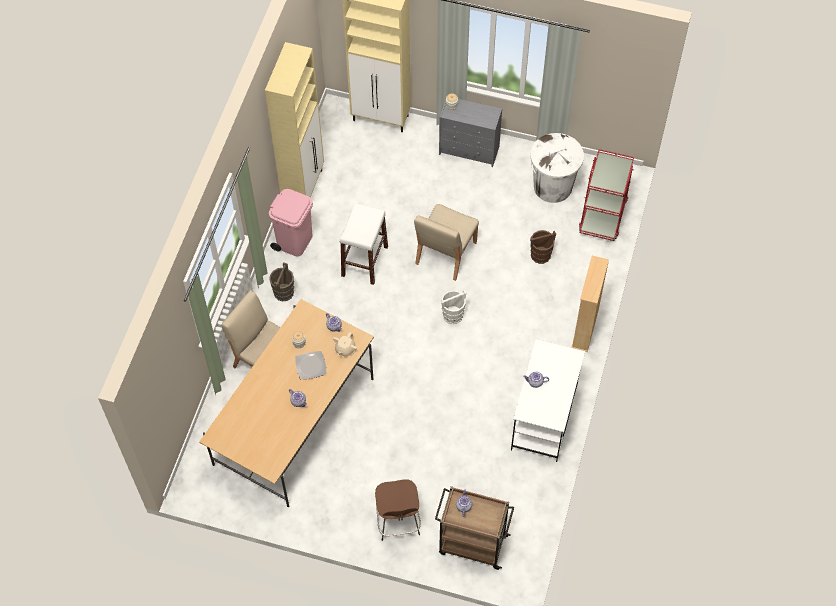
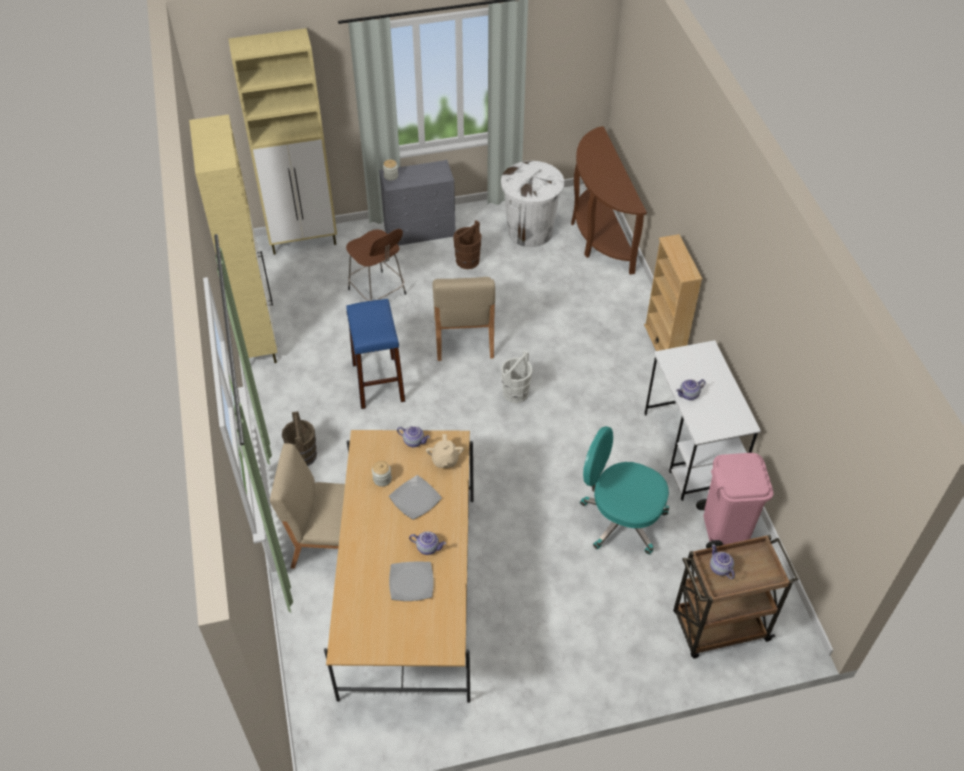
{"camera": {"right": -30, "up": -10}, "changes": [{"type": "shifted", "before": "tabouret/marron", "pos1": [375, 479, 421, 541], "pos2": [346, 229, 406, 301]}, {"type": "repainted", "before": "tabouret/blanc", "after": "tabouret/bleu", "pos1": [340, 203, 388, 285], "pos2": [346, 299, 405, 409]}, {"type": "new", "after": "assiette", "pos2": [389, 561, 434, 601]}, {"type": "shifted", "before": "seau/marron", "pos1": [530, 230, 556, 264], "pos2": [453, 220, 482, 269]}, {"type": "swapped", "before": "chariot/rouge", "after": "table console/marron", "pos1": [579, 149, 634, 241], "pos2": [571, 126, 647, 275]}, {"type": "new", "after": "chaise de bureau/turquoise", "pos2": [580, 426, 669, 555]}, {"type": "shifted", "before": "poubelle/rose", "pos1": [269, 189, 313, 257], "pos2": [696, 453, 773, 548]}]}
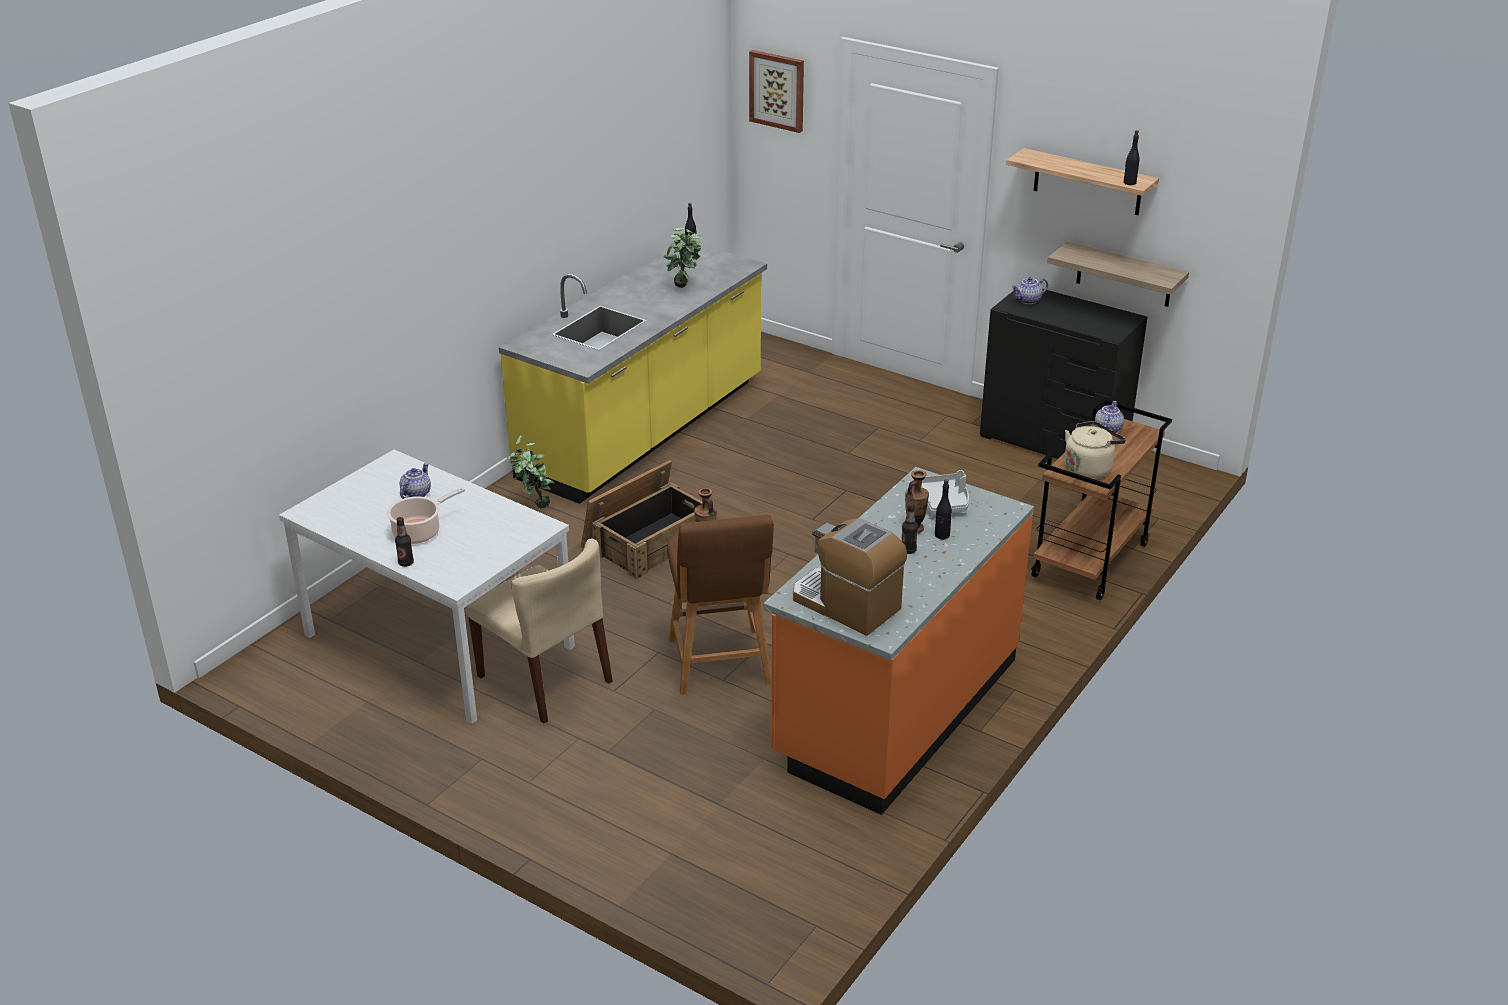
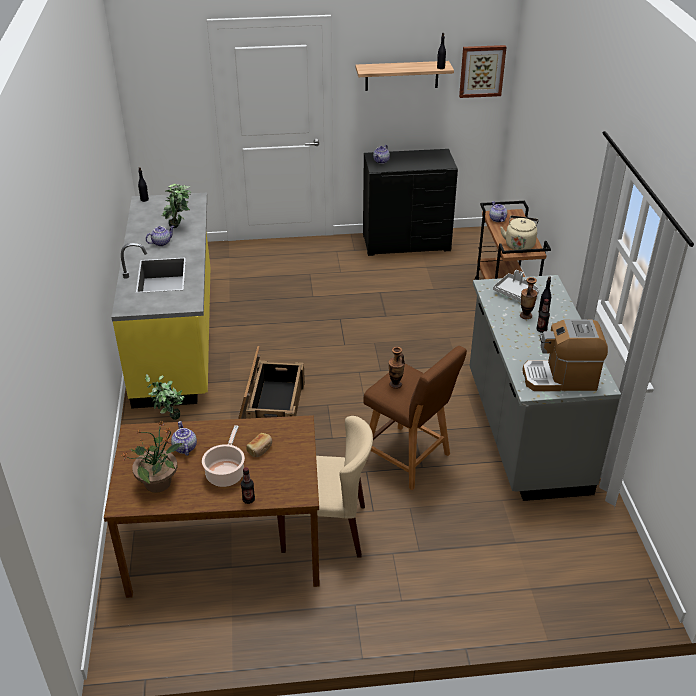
{"camera": {"right": -40, "up": 5}, "changes": [{"type": "repainted", "before": "table à manger/blanc", "after": "table à manger/marron", "pos1": [279, 450, 575, 724], "pos2": [104, 415, 320, 598]}, {"type": "new", "after": "plante en pot", "pos2": [122, 421, 183, 493]}, {"type": "new", "after": "théière", "pos2": [146, 226, 174, 246]}, {"type": "new", "after": "pain", "pos2": [247, 433, 272, 457]}, {"type": "shifted", "before": "tableau", "pos1": [749, 50, 804, 133], "pos2": [459, 45, 507, 98]}, {"type": "repainted", "before": "comptoir de cuisine/orange", "after": "comptoir de cuisine/gris", "pos1": [763, 467, 1034, 815], "pos2": [470, 275, 621, 501]}, {"type": "gone", "before": "étagère", "pos1": [1047, 242, 1189, 307]}]}
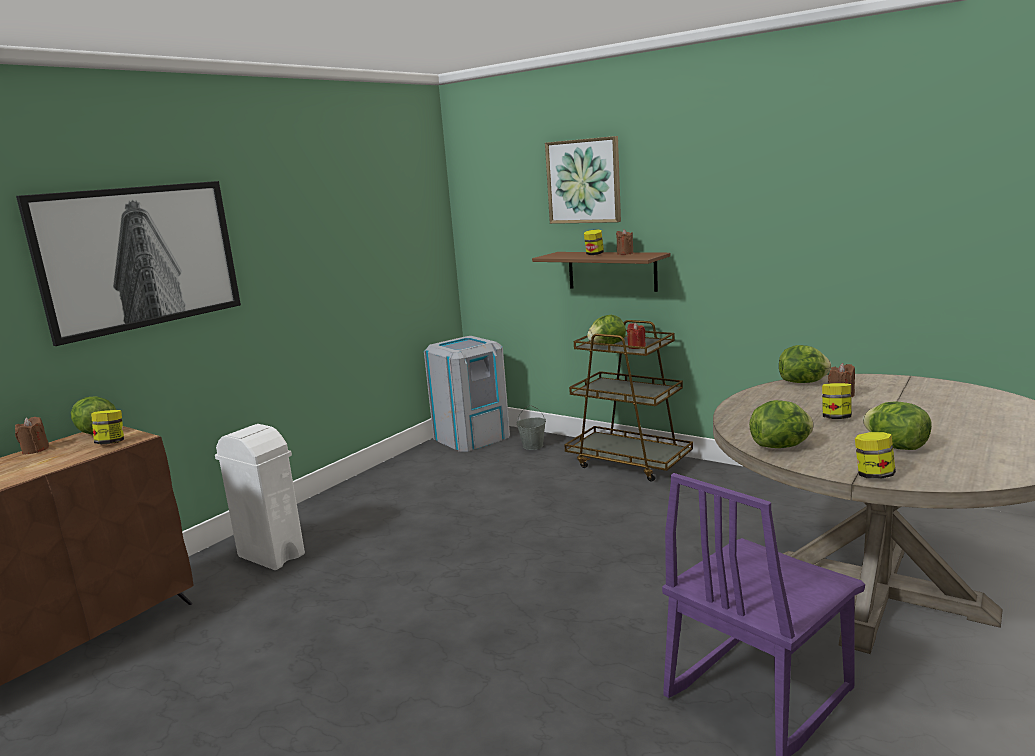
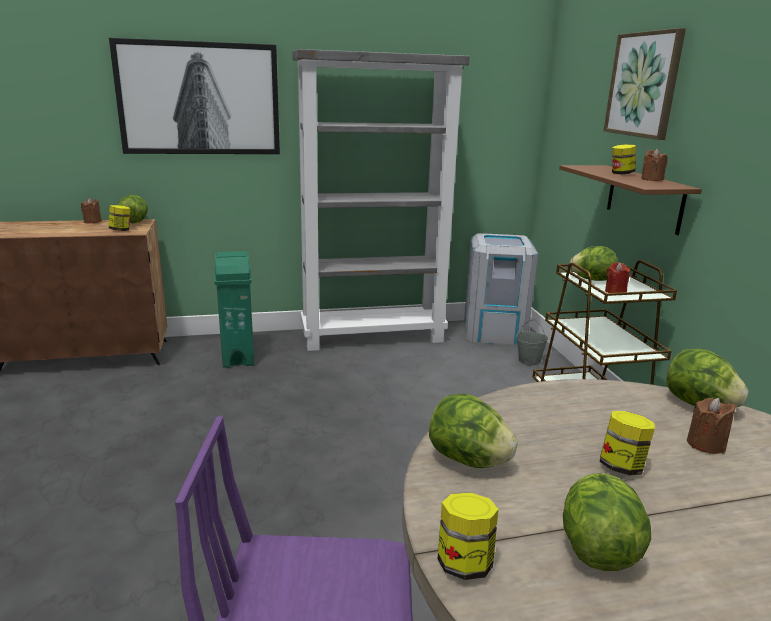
{"camera": {"right": 40, "up": 5}, "changes": [{"type": "repainted", "before": "poubelle/blanc", "after": "poubelle/vert", "pos1": [215, 424, 305, 570], "pos2": [215, 251, 254, 368]}, {"type": "new", "after": "bibliothèque/gris", "pos2": [292, 49, 470, 351]}]}
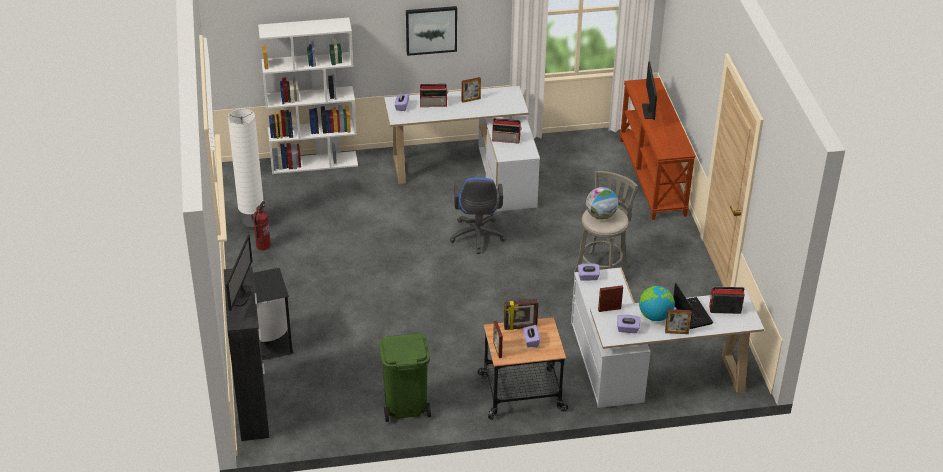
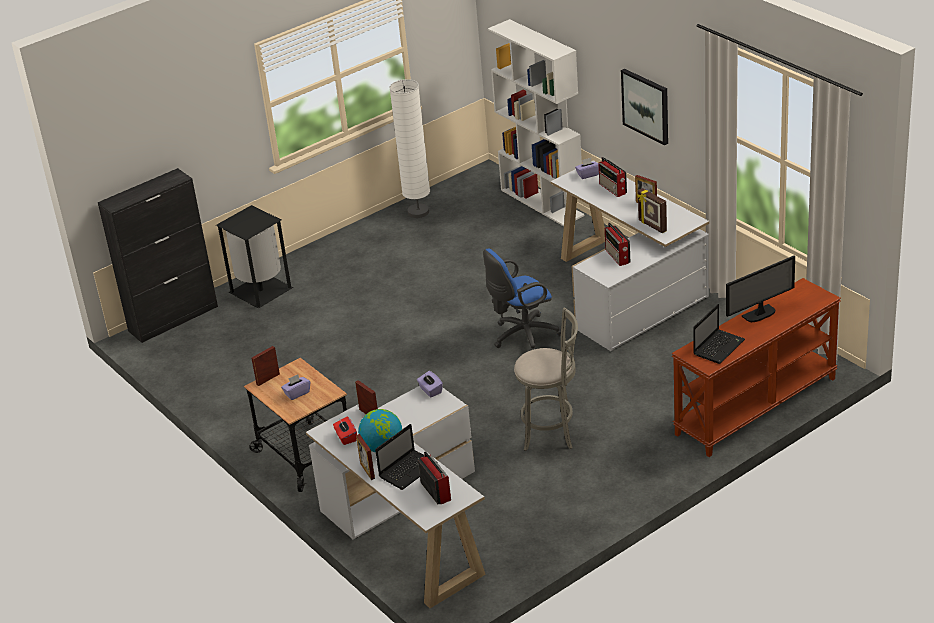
{"camera": {"right": 65, "up": -5}, "changes": [{"type": "repainted", "before": "boîte à mouchoirs/violet", "after": "boîte à mouchoirs/rouge", "pos1": [617, 315, 640, 333], "pos2": [333, 417, 357, 445]}, {"type": "shifted", "before": "cadre photo", "pos1": [504, 299, 538, 330], "pos2": [637, 188, 667, 233]}, {"type": "new", "after": "ordinateur portable", "pos2": [693, 304, 745, 364]}, {"type": "gone", "before": "écran d'ordinateur", "pos1": [226, 235, 252, 311]}, {"type": "gone", "before": "extincteur", "pos1": [253, 201, 271, 250]}, {"type": "gone", "before": "poubelle/vert", "pos1": [379, 333, 431, 422]}, {"type": "gone", "before": "globe", "pos1": [586, 187, 618, 220]}]}
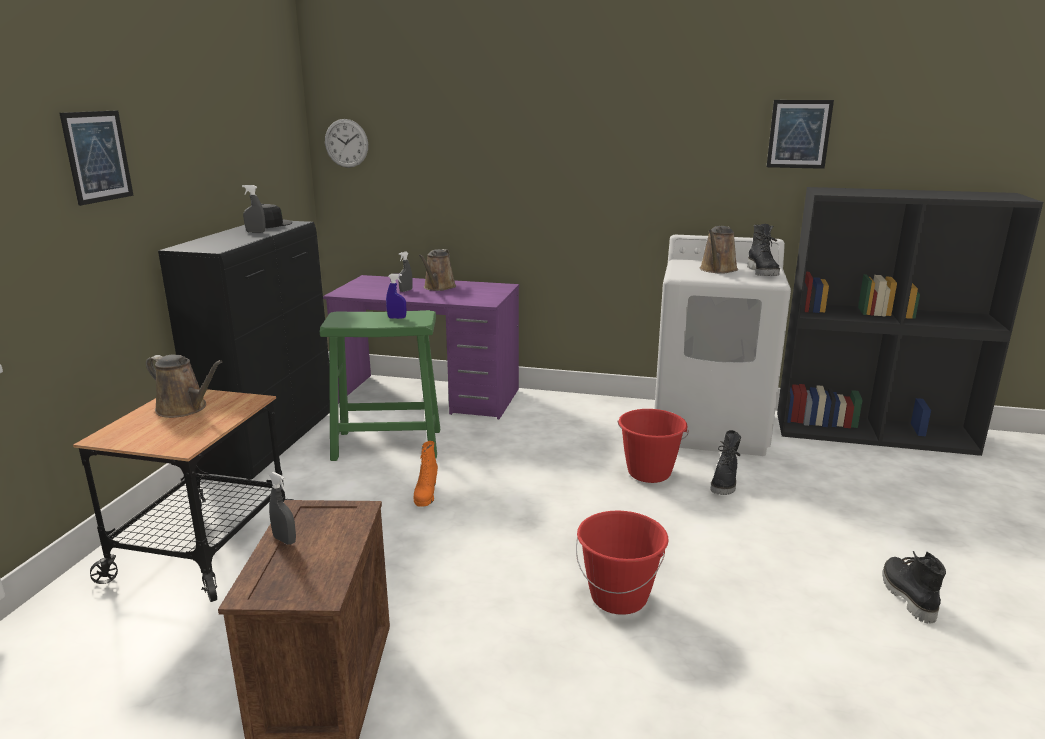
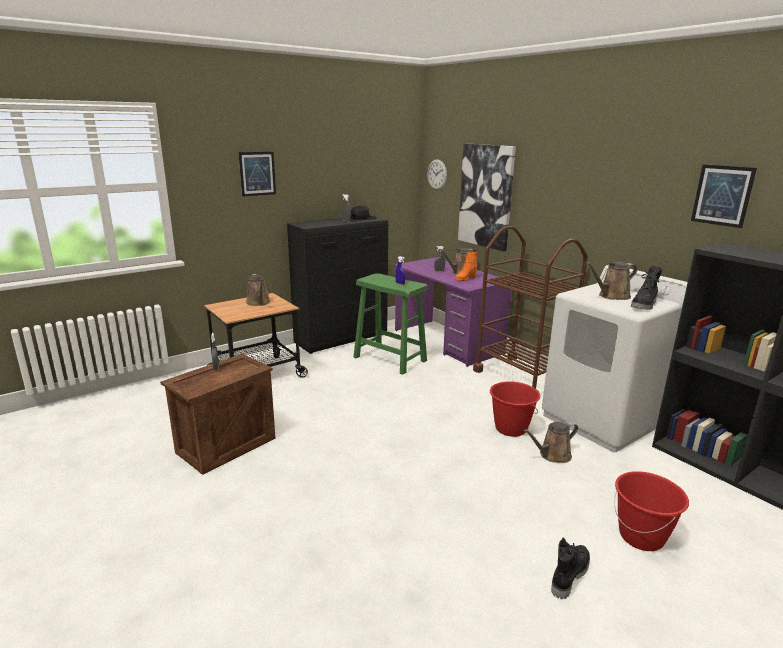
{"camera": {"right": 40, "up": 0}, "changes": [{"type": "shifted", "before": "botte/orange", "pos1": [413, 441, 438, 507], "pos2": [455, 252, 477, 281]}, {"type": "new", "after": "tableau", "pos2": [458, 144, 516, 251]}, {"type": "new", "after": "chariot/marron", "pos2": [473, 226, 588, 392]}, {"type": "swapped", "before": "botte/noir", "after": "arrosoir/marron", "pos1": [710, 430, 741, 495], "pos2": [523, 422, 578, 463]}, {"type": "shifted", "before": "seau/rouge", "pos1": [576, 511, 669, 615], "pos2": [614, 471, 689, 551]}]}
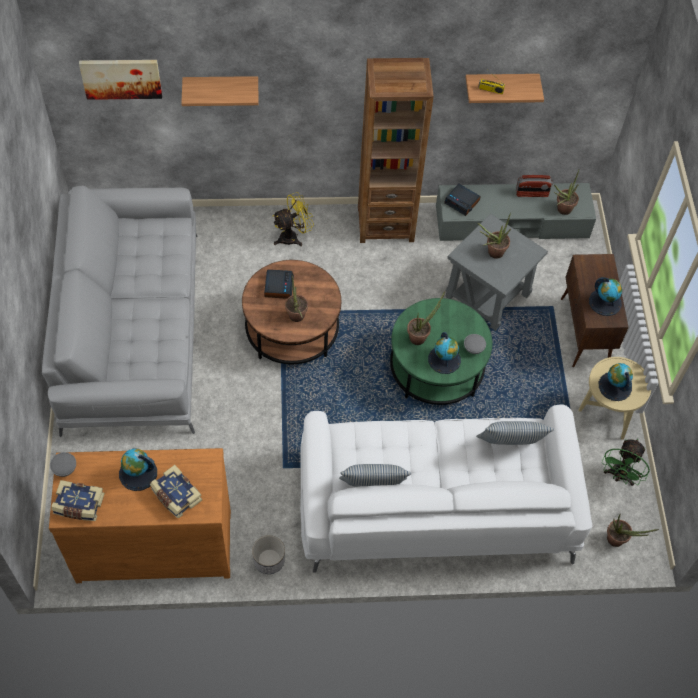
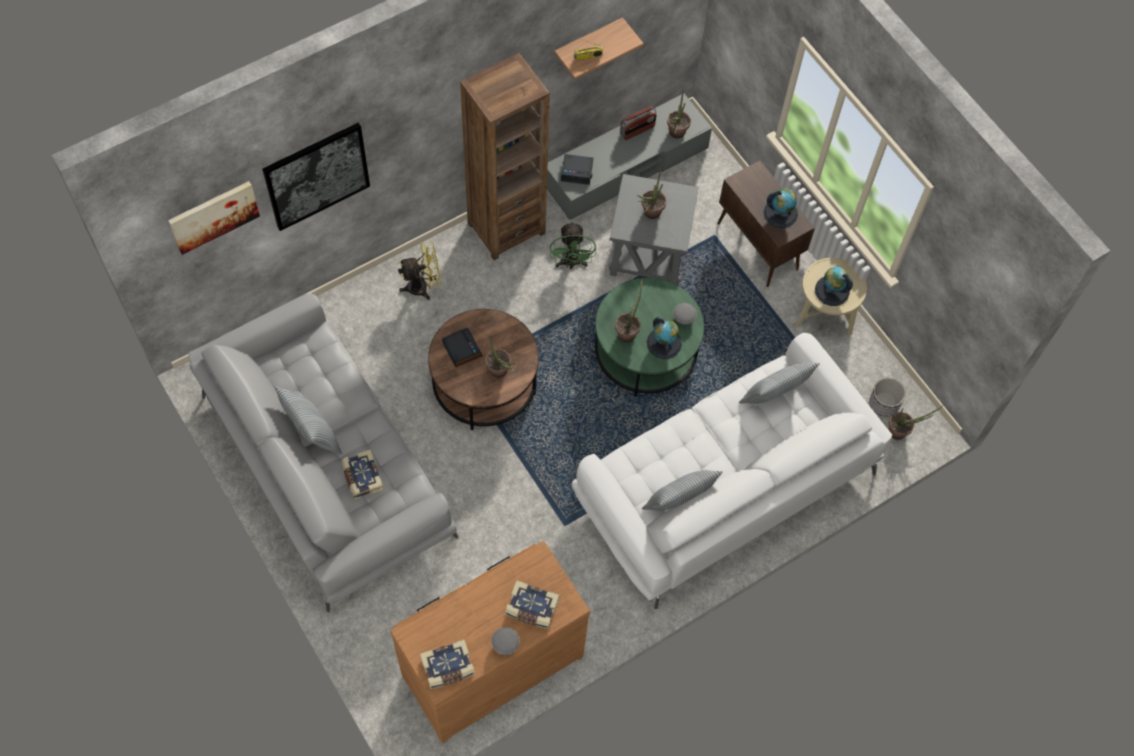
{"camera": {"right": -30, "up": 5}, "changes": [{"type": "swapped", "before": "étagère", "after": "tableau", "pos1": [181, 76, 258, 106], "pos2": [262, 123, 370, 231]}, {"type": "new", "after": "coussin", "pos2": [275, 386, 342, 455]}, {"type": "new", "after": "livre", "pos2": [342, 449, 384, 500]}, {"type": "rotated", "before": "ventilateur/jaune", "pos1": [273, 192, 314, 246], "pos2": [398, 242, 441, 300], "turn": 45}, {"type": "shifted", "before": "bol/gris", "pos1": [50, 452, 76, 477], "pos2": [491, 627, 520, 655]}, {"type": "shifted", "before": "ventilateur/vert", "pos1": [602, 439, 650, 486], "pos2": [550, 221, 596, 269]}, {"type": "shifted", "before": "cache-pot", "pos1": [252, 535, 285, 574], "pos2": [869, 378, 906, 417]}, {"type": "gone", "before": "globe", "pos1": [119, 449, 157, 491]}]}
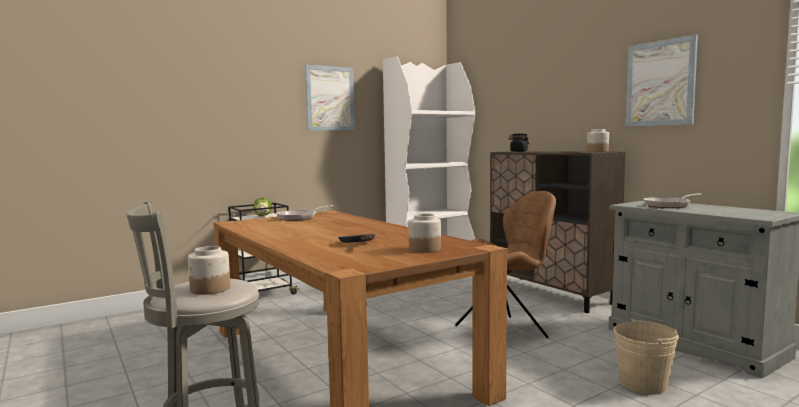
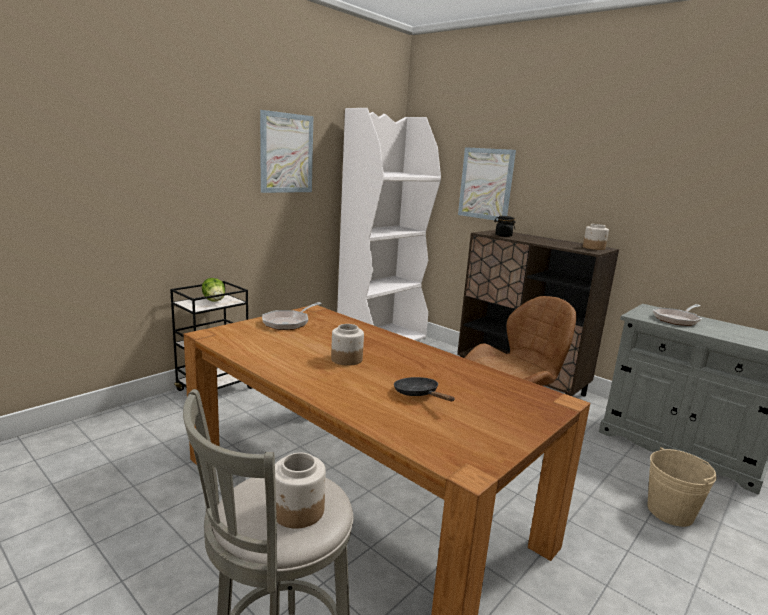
{"camera": {"right": -15, "up": 10}, "changes": [{"type": "shifted", "before": "bocal", "pos1": [409, 214, 441, 253], "pos2": [331, 324, 364, 366]}, {"type": "shifted", "before": "tableau", "pos1": [626, 35, 698, 127], "pos2": [458, 147, 516, 221]}]}
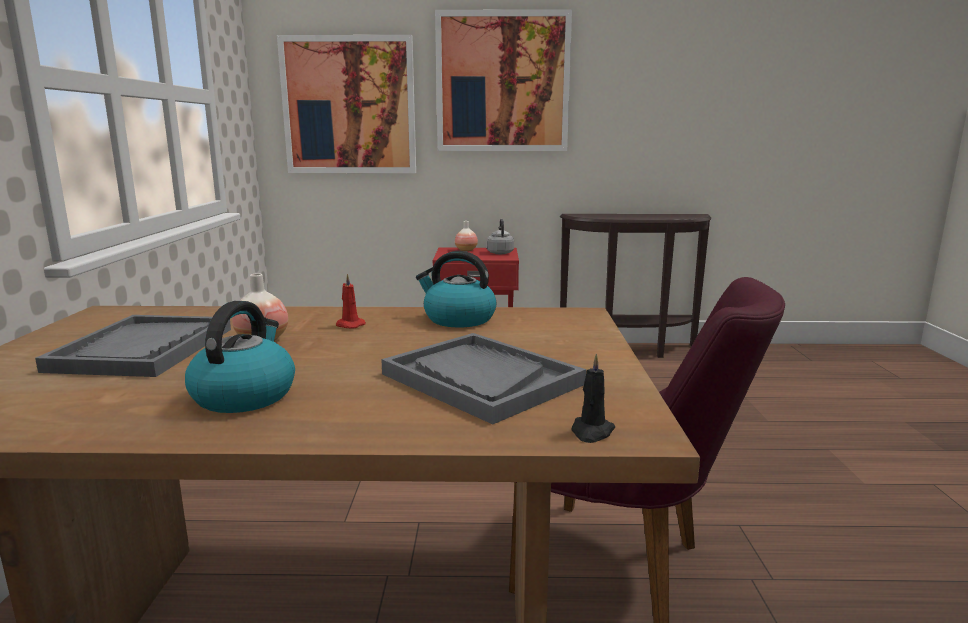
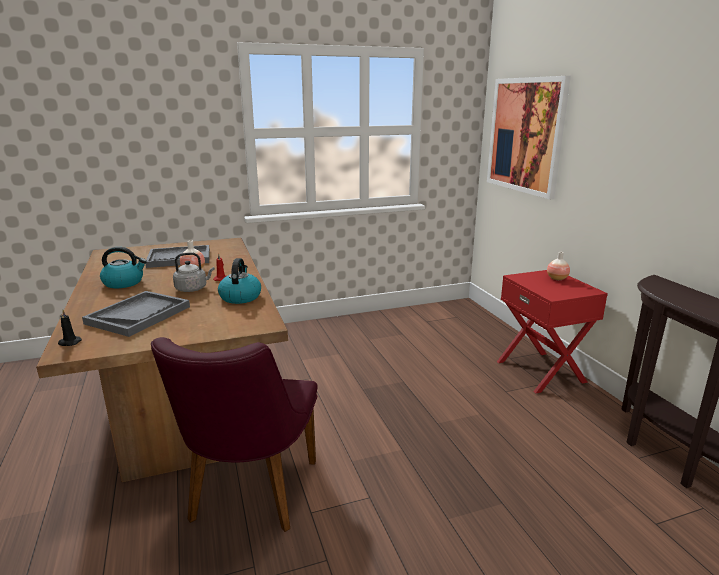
{"camera": {"right": 70, "up": 5}, "changes": [{"type": "shifted", "before": "bouilloire/gris", "pos1": [487, 219, 514, 254], "pos2": [173, 252, 215, 292]}, {"type": "gone", "before": "tableau", "pos1": [435, 9, 572, 151]}]}
